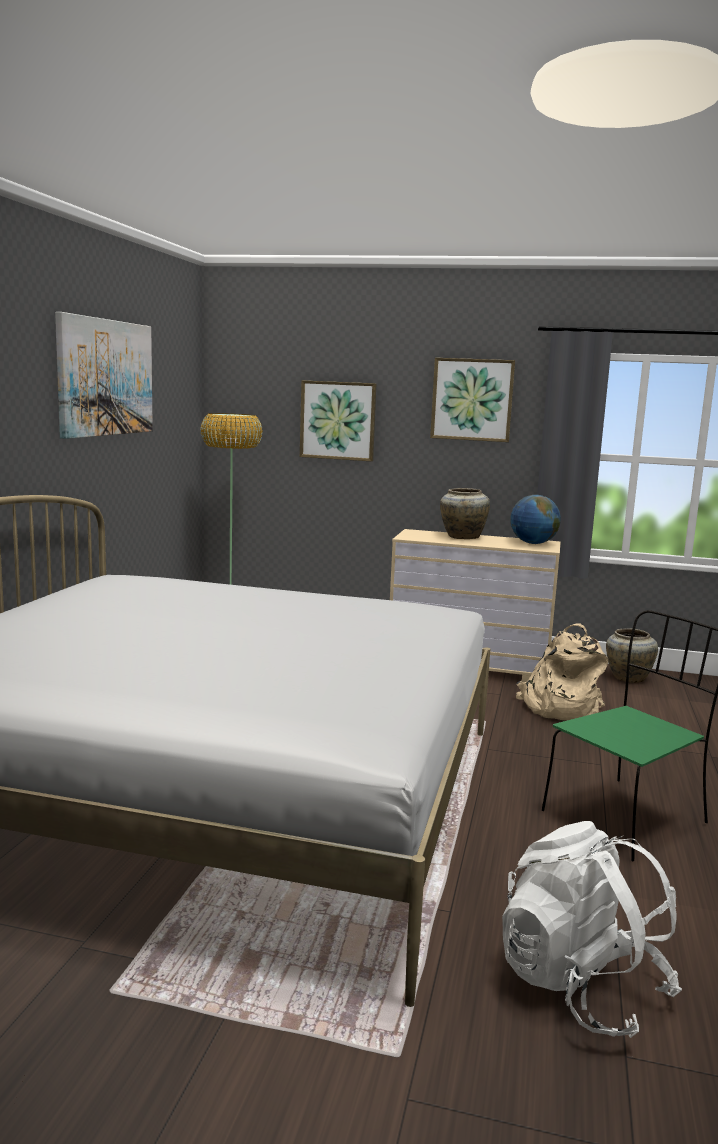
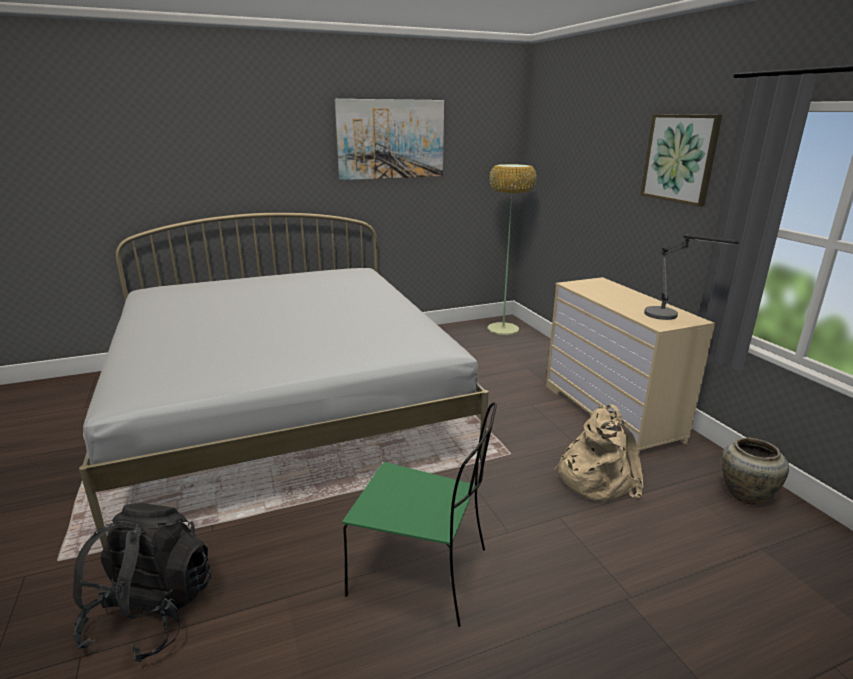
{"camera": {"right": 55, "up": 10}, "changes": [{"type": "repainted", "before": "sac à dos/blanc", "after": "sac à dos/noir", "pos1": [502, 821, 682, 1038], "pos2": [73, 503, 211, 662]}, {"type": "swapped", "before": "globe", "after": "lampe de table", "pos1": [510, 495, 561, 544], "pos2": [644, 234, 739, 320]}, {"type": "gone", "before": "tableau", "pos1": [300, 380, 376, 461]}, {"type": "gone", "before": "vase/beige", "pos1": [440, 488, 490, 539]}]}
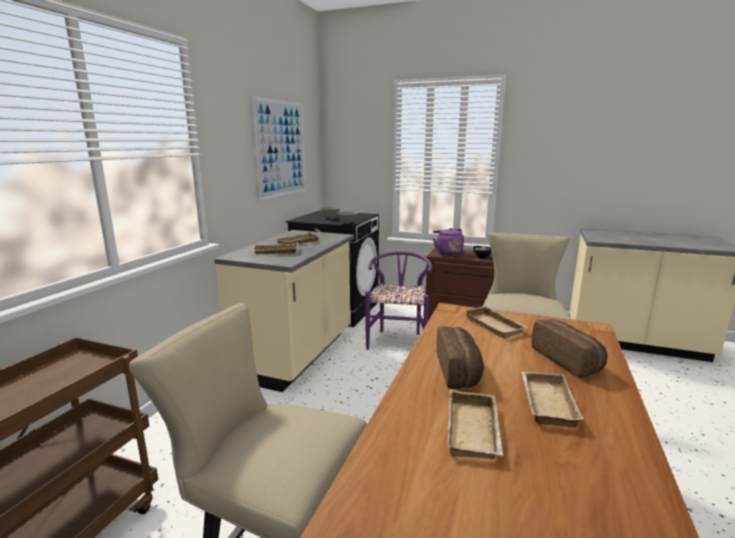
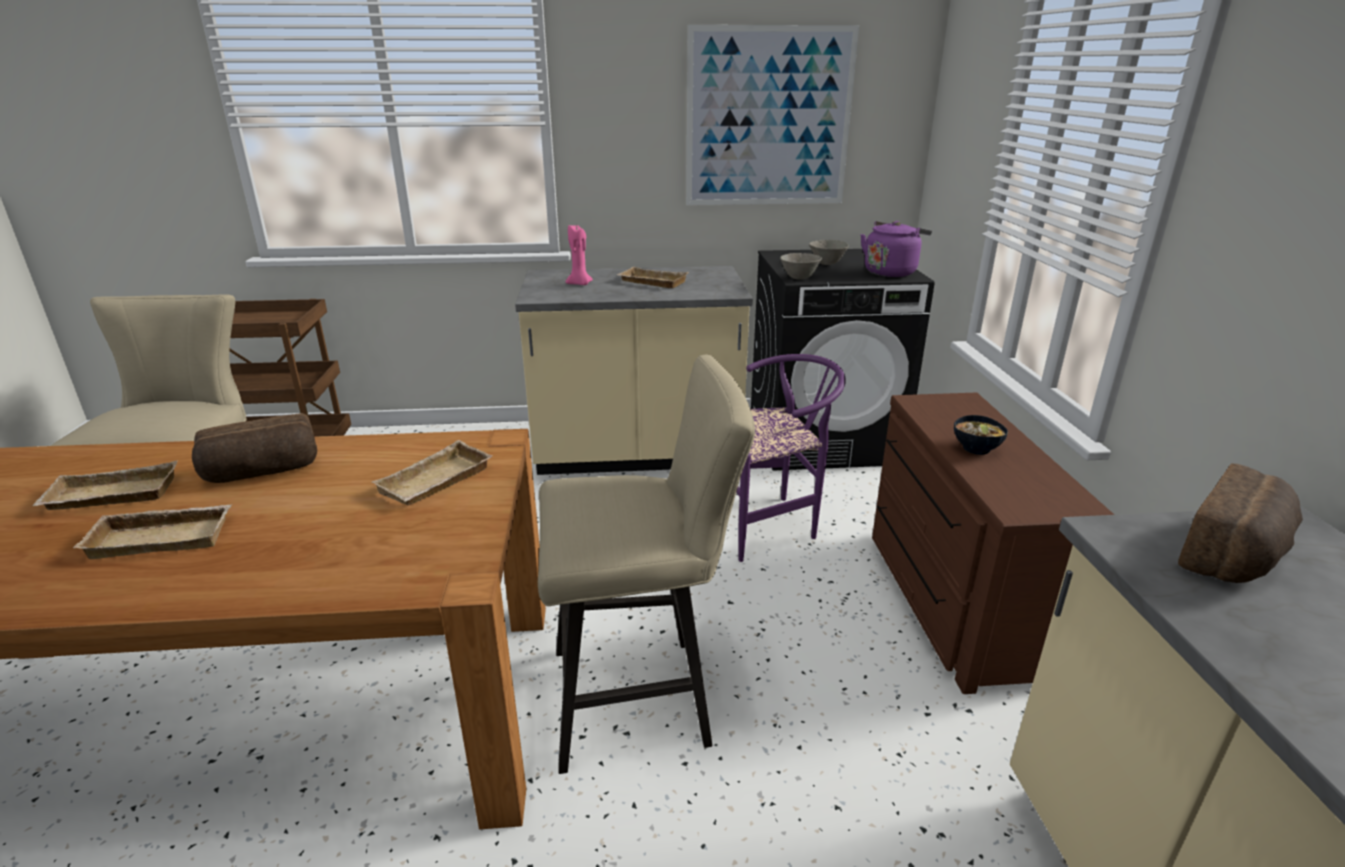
{"camera": {"right": 65, "up": 10}, "changes": [{"type": "swapped", "before": "plateau/beige", "after": "bougie/rose", "pos1": [252, 242, 298, 254], "pos2": [566, 225, 593, 285]}, {"type": "shifted", "before": "bouilloire/violet", "pos1": [433, 228, 464, 256], "pos2": [861, 221, 932, 277]}, {"type": "shifted", "before": "pain", "pos1": [532, 319, 607, 378], "pos2": [1178, 464, 1303, 583]}]}
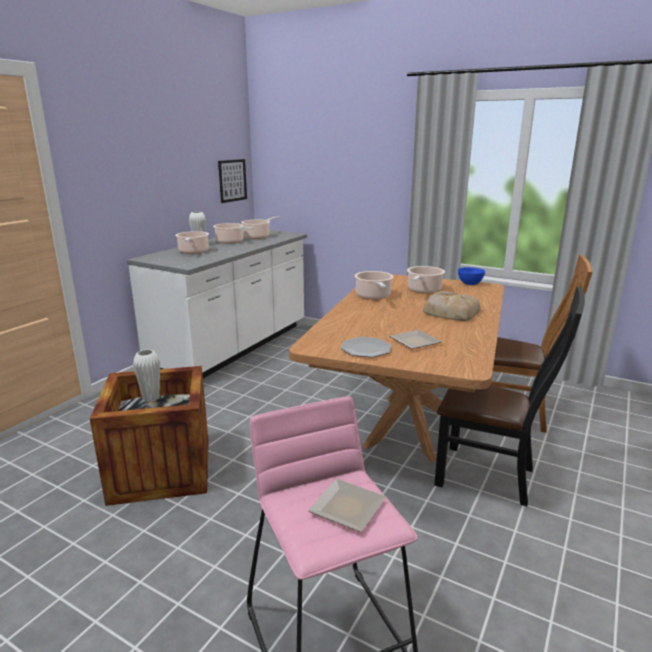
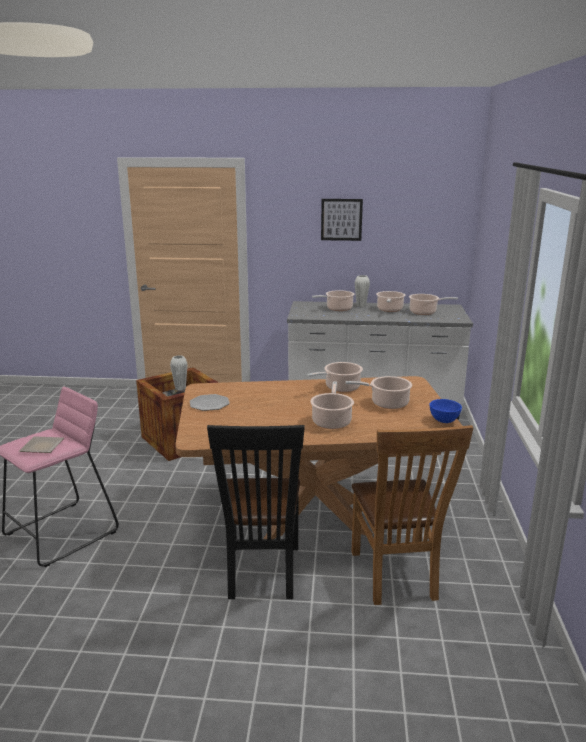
{"camera": {"right": 65, "up": 0}, "changes": [{"type": "swapped", "before": "pain", "after": "marmite", "pos1": [423, 291, 481, 321], "pos2": [310, 381, 354, 429]}, {"type": "shifted", "before": "tableau", "pos1": [218, 159, 247, 203], "pos2": [321, 199, 363, 241]}, {"type": "gone", "before": "assiette", "pos1": [390, 330, 442, 349]}]}
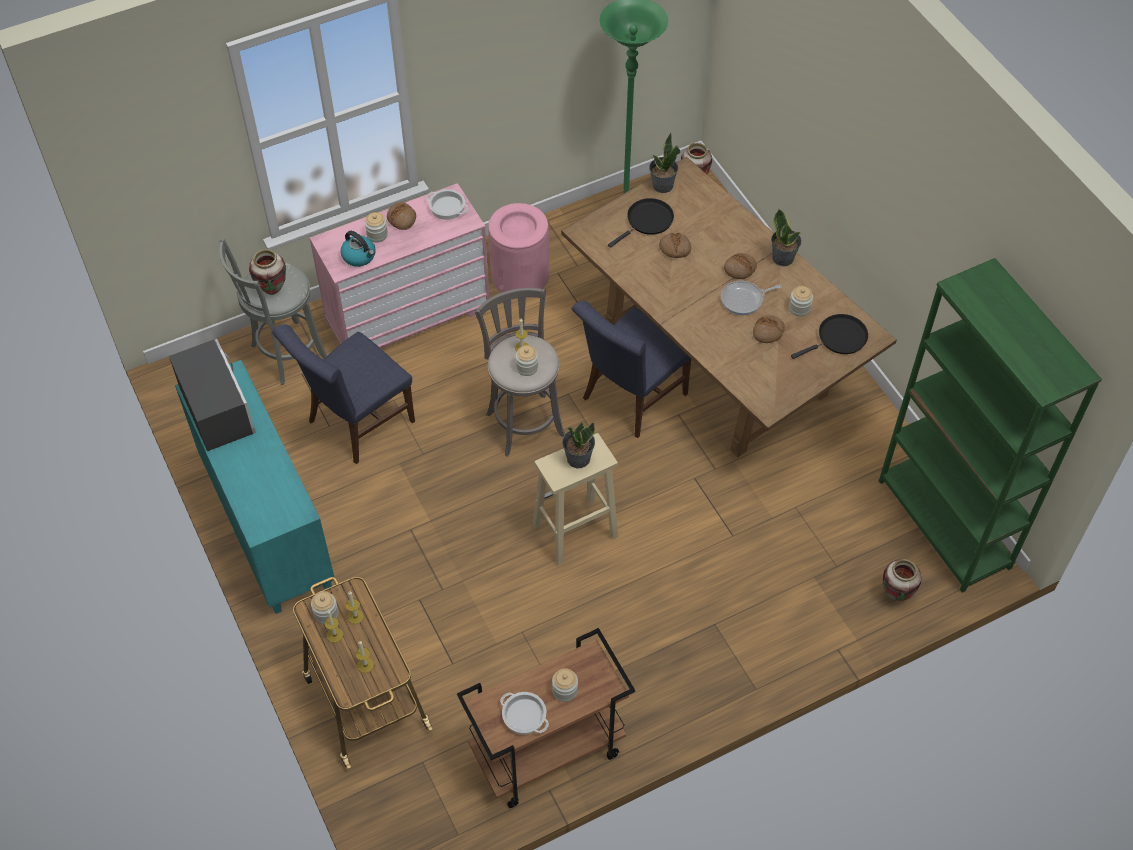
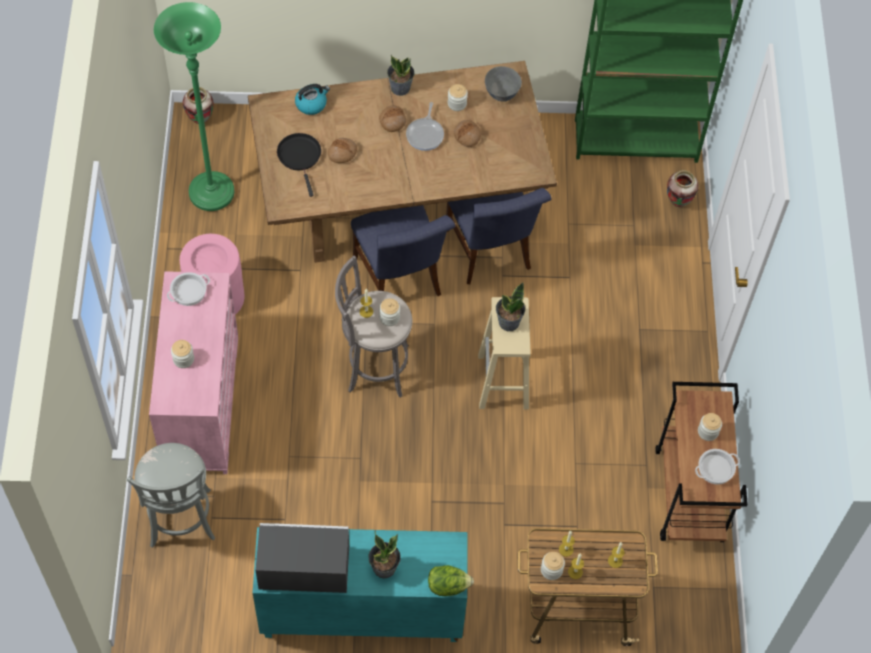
{"camera": {"right": -65, "up": 5}, "changes": [{"type": "shifted", "before": "bouilloire", "pos1": [340, 231, 376, 267], "pos2": [295, 84, 330, 115]}, {"type": "shifted", "before": "plante en pot", "pos1": [649, 132, 680, 193], "pos2": [369, 531, 401, 578]}, {"type": "new", "after": "laitue", "pos2": [428, 565, 474, 596]}, {"type": "shifted", "before": "chaise/bleu", "pos1": [272, 324, 415, 464], "pos2": [446, 188, 552, 284]}, {"type": "swapped", "before": "poêle/noir", "after": "bol/gris", "pos1": [791, 314, 868, 359], "pos2": [485, 66, 522, 102]}, {"type": "gone", "before": "vase", "pos1": [249, 249, 286, 295]}, {"type": "gone", "before": "pain", "pos1": [387, 202, 416, 230]}]}
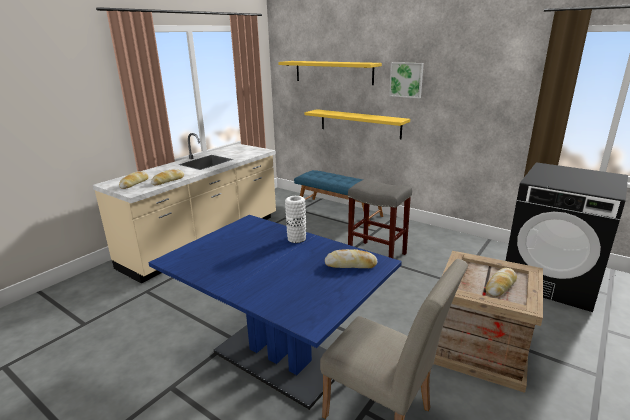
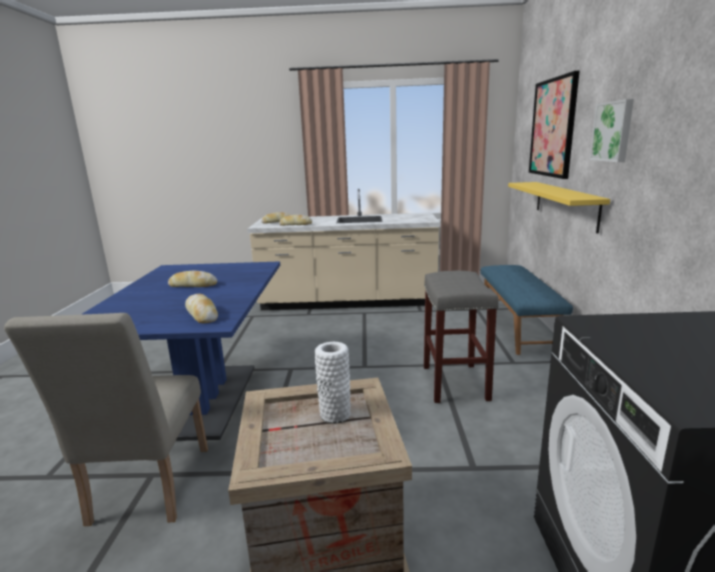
{"camera": {"right": 55, "up": -5}, "changes": [{"type": "shifted", "before": "pain", "pos1": [485, 268, 517, 297], "pos2": [168, 270, 217, 287]}, {"type": "shifted", "before": "vase/blanc", "pos1": [285, 196, 306, 243], "pos2": [315, 342, 351, 424]}, {"type": "swapped", "before": "étagère/jaune", "after": "tableau", "pos1": [278, 61, 382, 85], "pos2": [529, 71, 580, 179]}]}
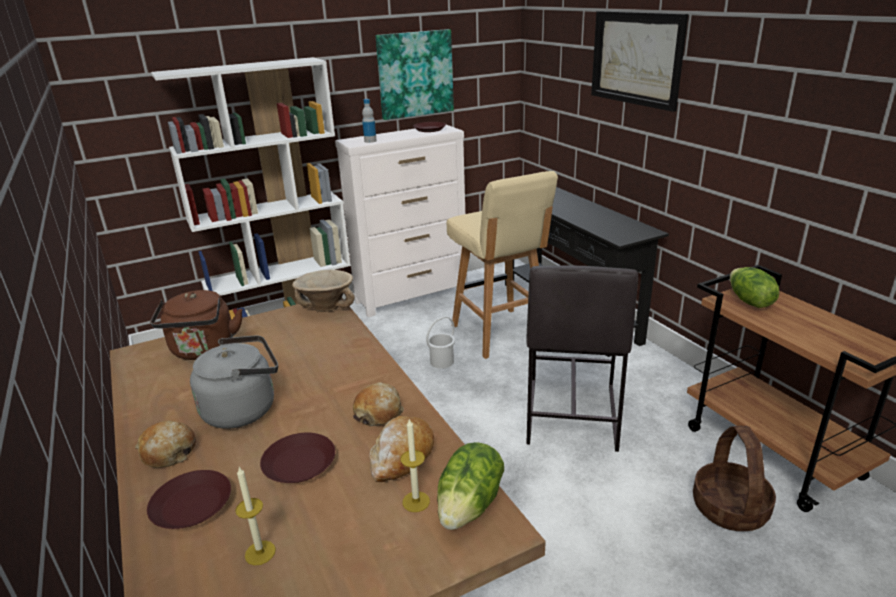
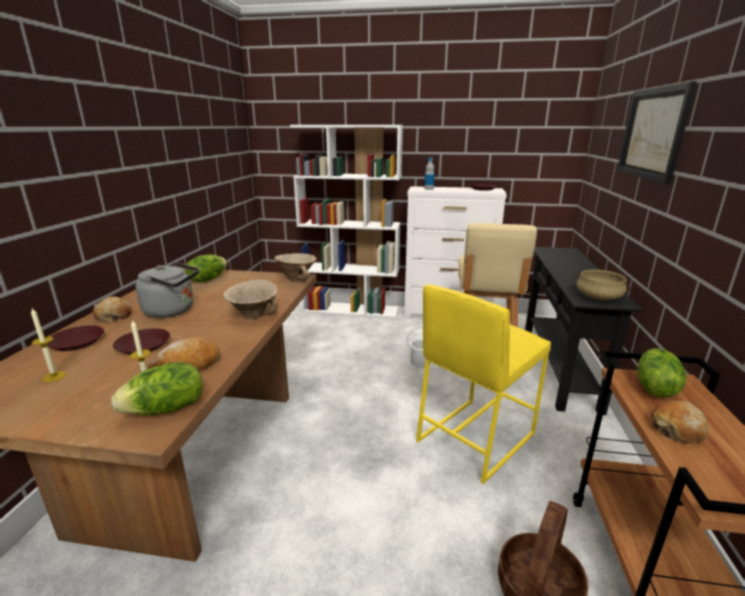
{"camera": {"right": 35, "up": -5}, "changes": [{"type": "swapped", "before": "bouilloire/marron", "after": "laitue", "pos1": [150, 290, 242, 360], "pos2": [185, 254, 227, 282]}, {"type": "new", "after": "bol/beige", "pos2": [223, 280, 278, 319]}, {"type": "repainted", "before": "tabouret/gris", "after": "tabouret/jaune", "pos1": [527, 265, 638, 452], "pos2": [416, 284, 551, 484]}, {"type": "new", "after": "marmite/beige", "pos2": [574, 270, 630, 300]}, {"type": "shifted", "before": "pain", "pos1": [353, 382, 404, 426], "pos2": [650, 401, 708, 444]}, {"type": "gone", "before": "tableau", "pos1": [376, 29, 454, 120]}]}
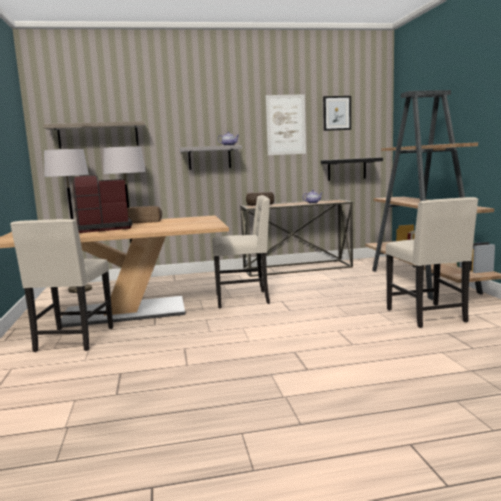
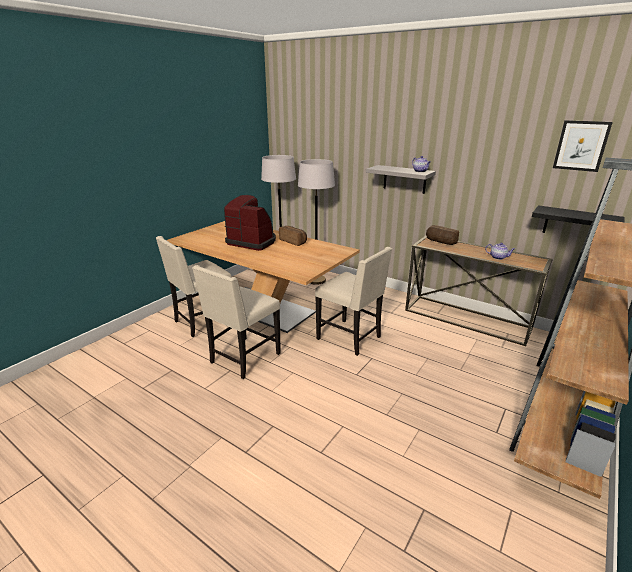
{"camera": {"right": 45, "up": 15}, "changes": [{"type": "shifted", "before": "chaise/beige", "pos1": [386, 197, 478, 328], "pos2": [192, 265, 281, 379]}, {"type": "gone", "before": "étagère", "pos1": [43, 121, 146, 149]}, {"type": "gone", "before": "tableau", "pos1": [266, 94, 306, 155]}]}
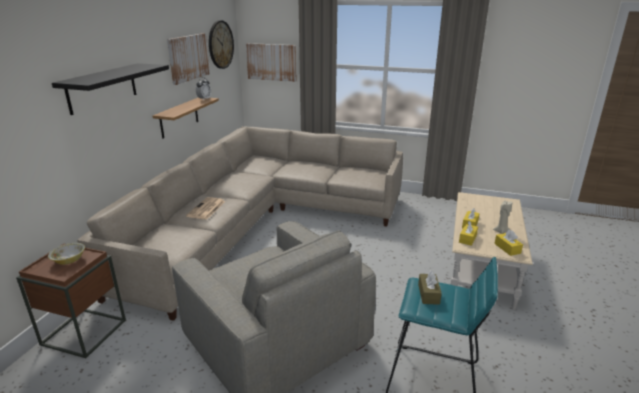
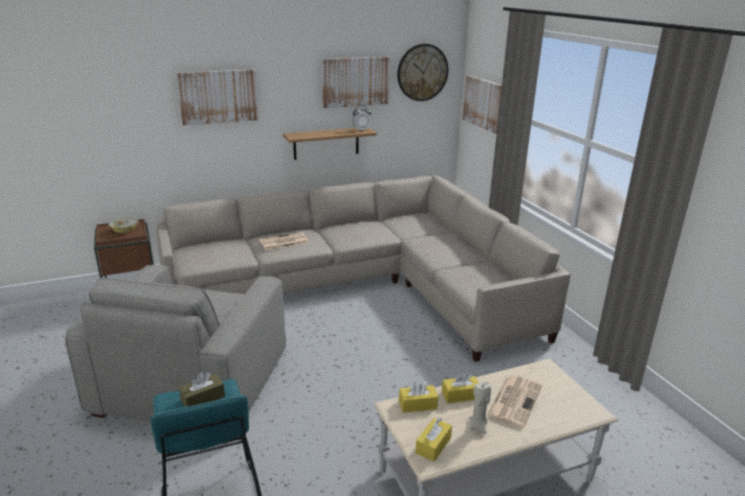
{"camera": {"right": 50, "up": 0}, "changes": [{"type": "swapped", "before": "étagère/noir", "after": "tableau", "pos1": [52, 63, 169, 115], "pos2": [176, 69, 259, 125]}, {"type": "new", "after": "journal", "pos2": [486, 375, 542, 428]}]}
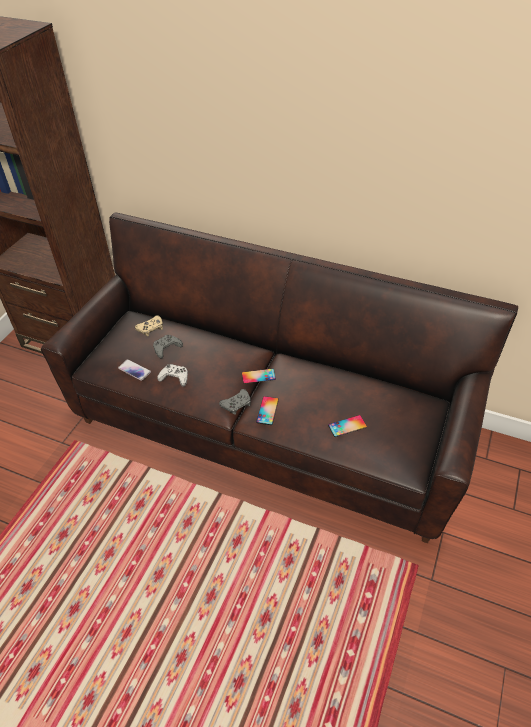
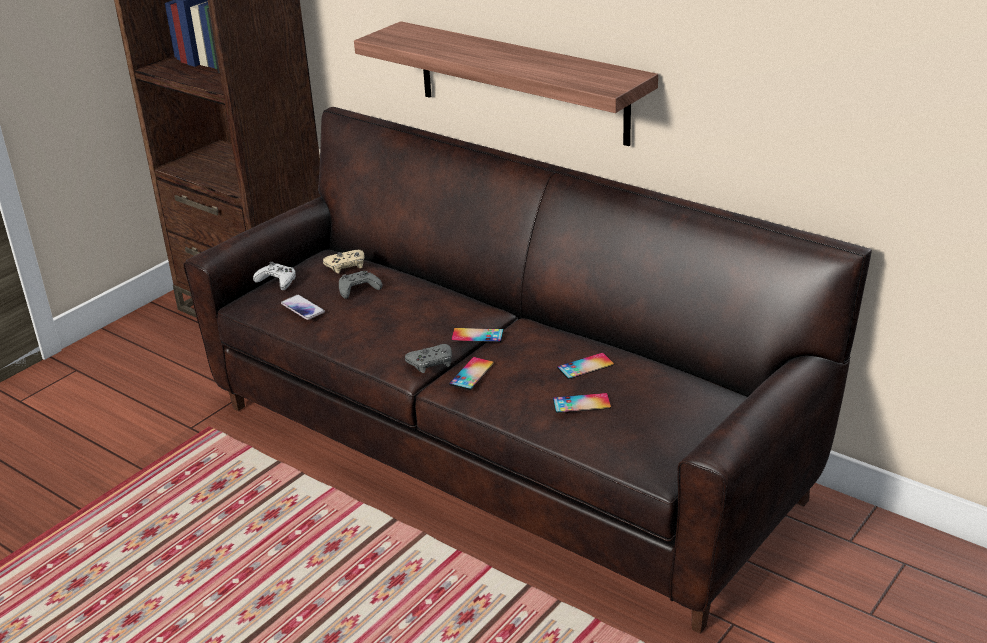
{"camera": {"right": 15, "up": -15}, "changes": [{"type": "shifted", "before": "manette/blanc", "pos1": [157, 364, 188, 387], "pos2": [253, 262, 296, 290]}, {"type": "new", "after": "étagère", "pos2": [354, 21, 658, 146]}, {"type": "new", "after": "téléphone", "pos2": [557, 353, 614, 379]}]}
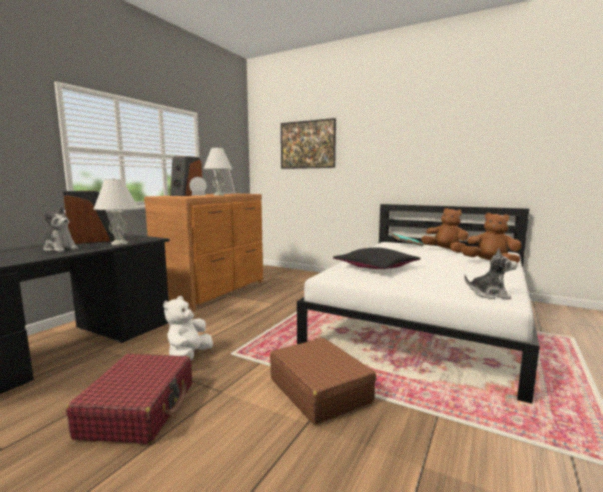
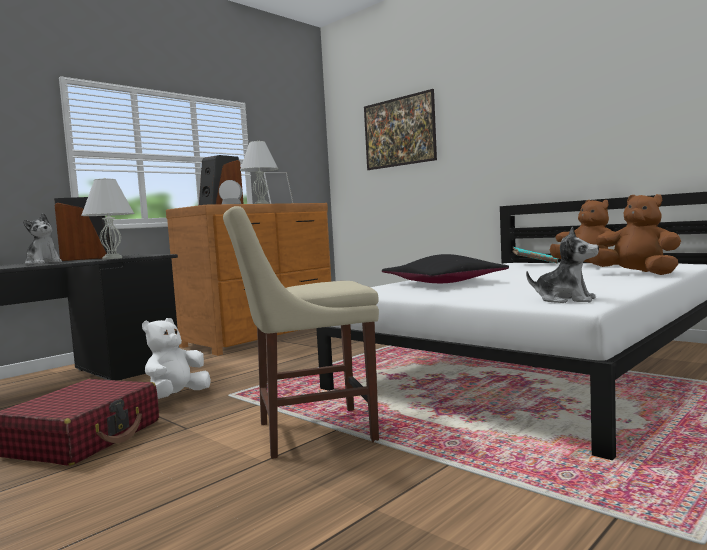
{"camera": {"right": 15, "up": -5}, "changes": [{"type": "swapped", "before": "valise/marron", "after": "chaise/beige", "pos1": [270, 338, 376, 425], "pos2": [223, 206, 379, 459]}]}
